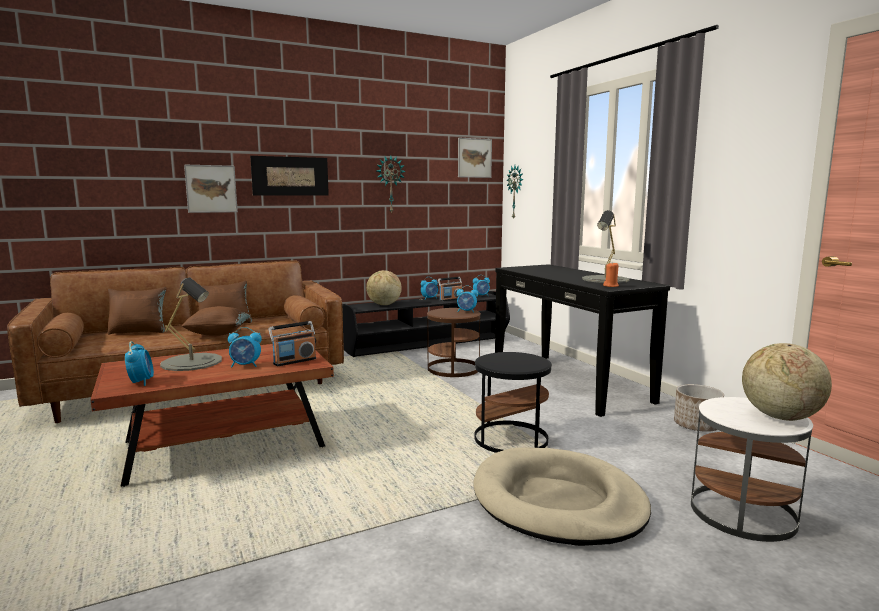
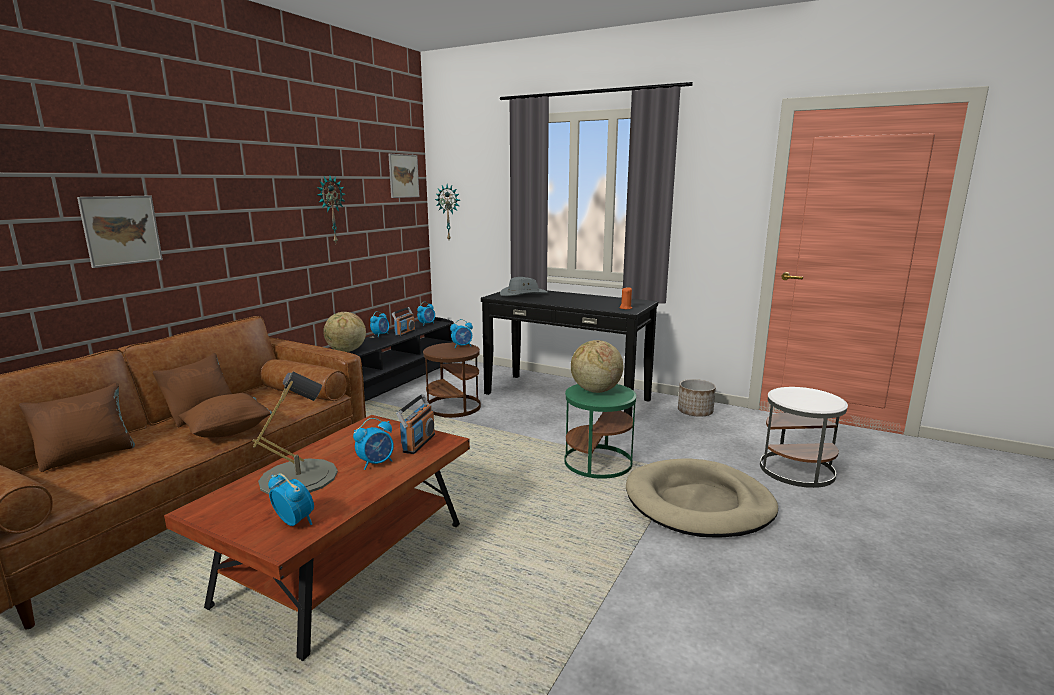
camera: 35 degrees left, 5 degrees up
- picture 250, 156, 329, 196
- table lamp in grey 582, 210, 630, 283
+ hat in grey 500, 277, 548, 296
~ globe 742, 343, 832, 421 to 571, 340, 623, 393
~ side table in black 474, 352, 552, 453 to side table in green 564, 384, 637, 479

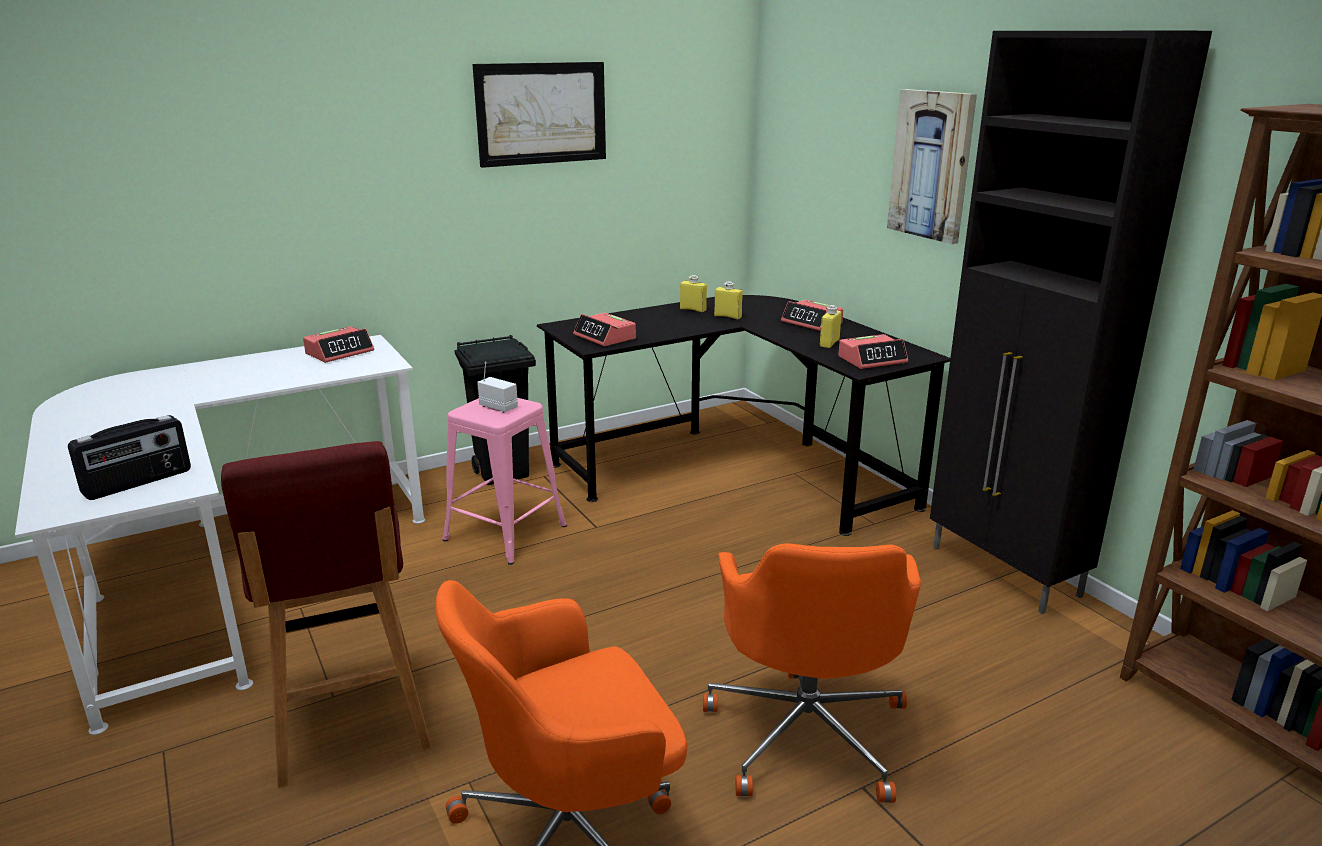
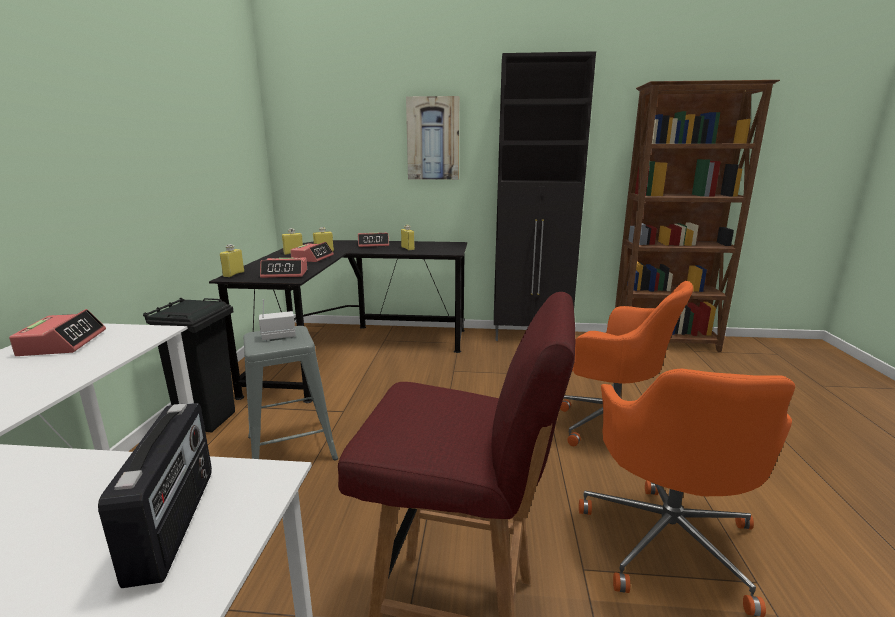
camera: 55 degrees left, 5 degrees down
- picture 472, 62, 606, 168
+ bottle in yellow 220, 244, 244, 277
~ alarm clock 838, 334, 908, 369 to 290, 242, 334, 262
~ stool in pink 442, 398, 567, 565 to stool in grey 243, 326, 338, 460

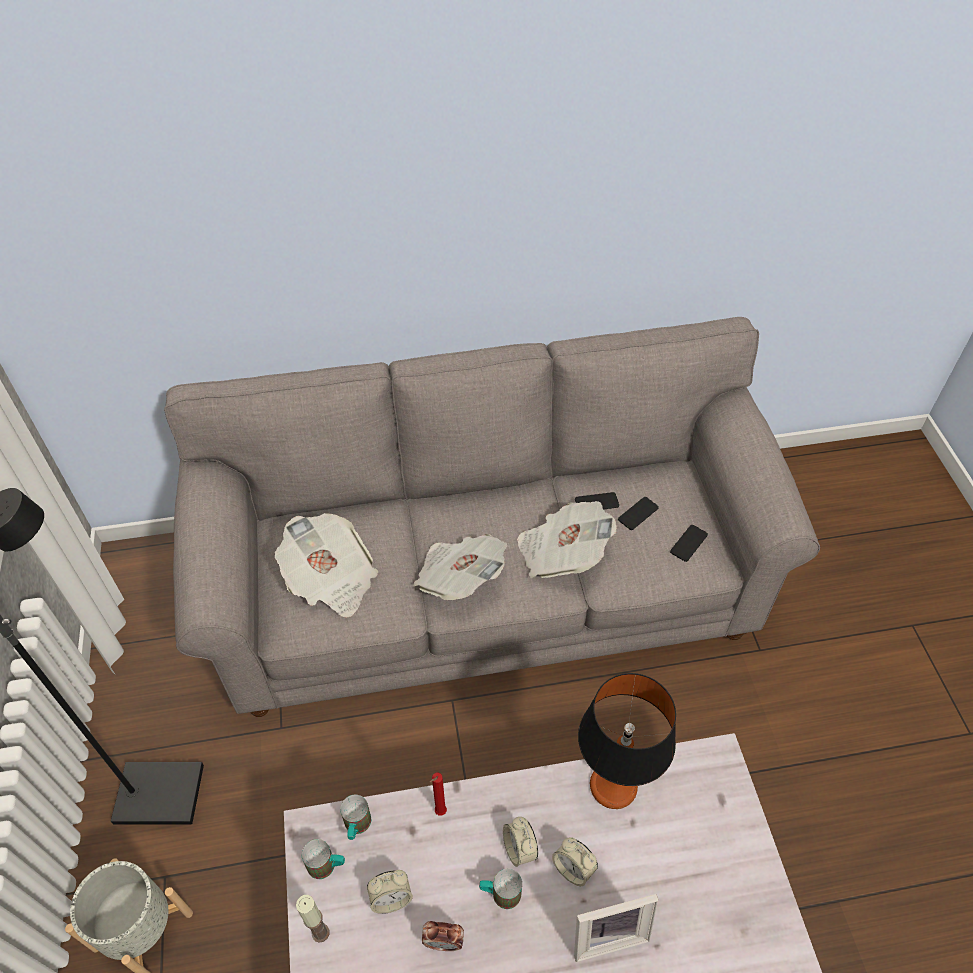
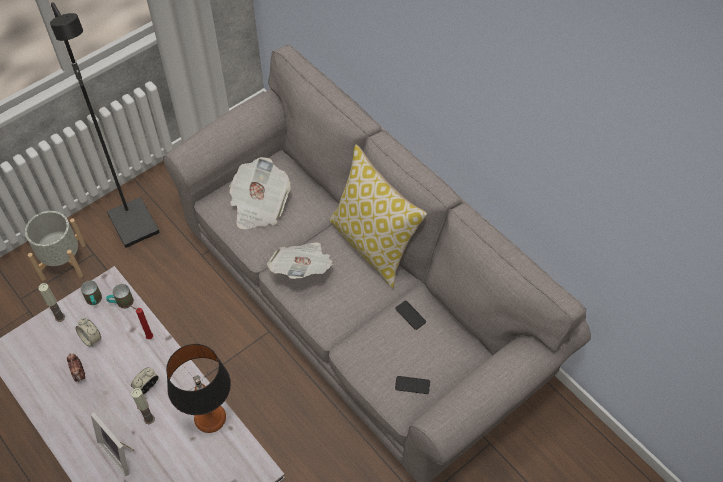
camera: 60 degrees right, 5 degrees up
- mug 479, 869, 522, 909
- newspaper 517, 501, 617, 578
- phone 618, 497, 659, 530
+ pillow 329, 144, 427, 289
~ alarm clock 552, 837, 598, 886 to candle 131, 388, 155, 424

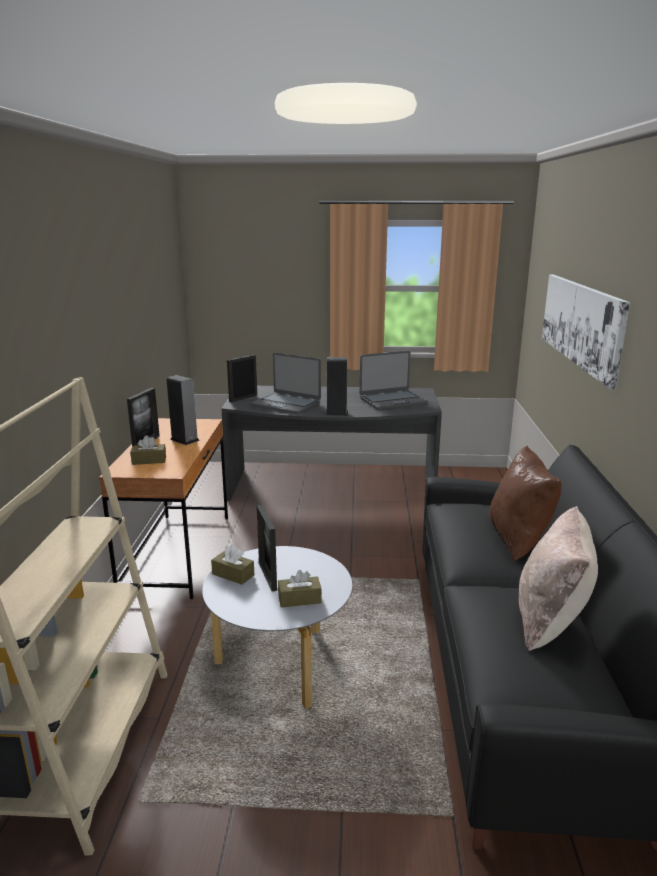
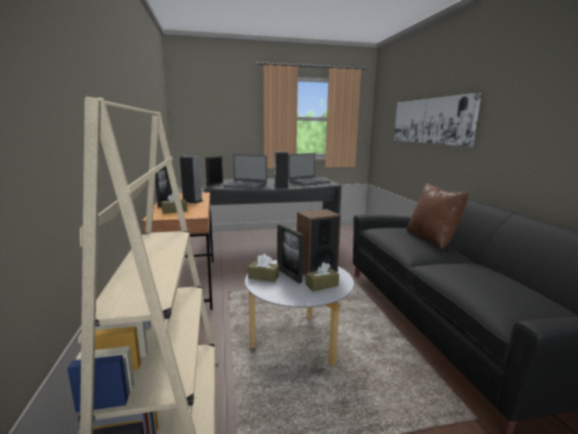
camera: 15 degrees left, 5 degrees down
- pillow in beige 519, 506, 598, 651
+ speaker 297, 209, 341, 276

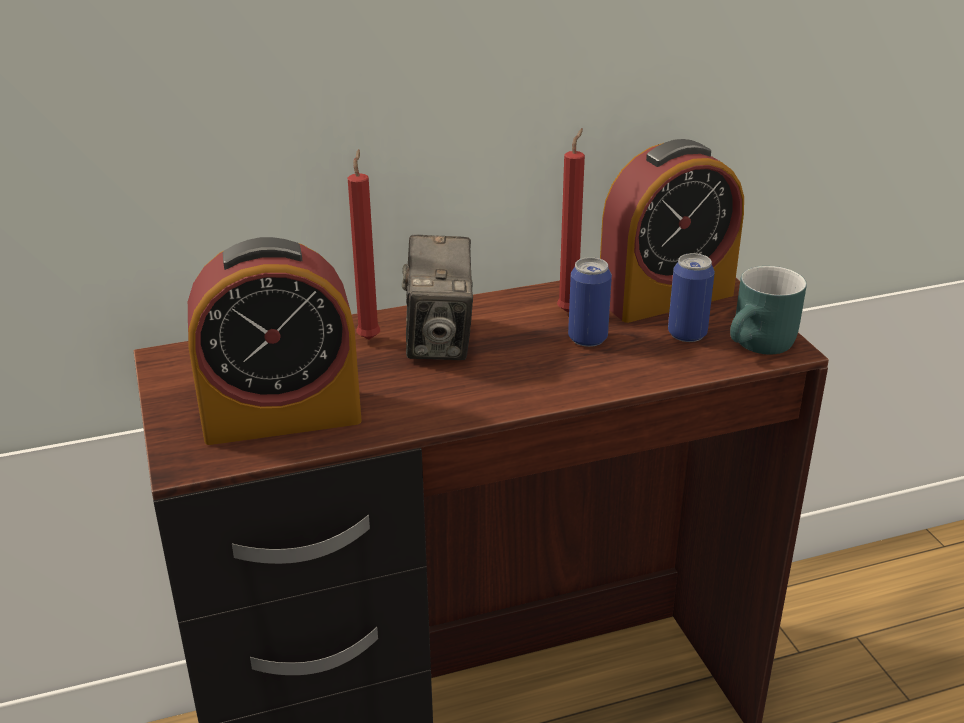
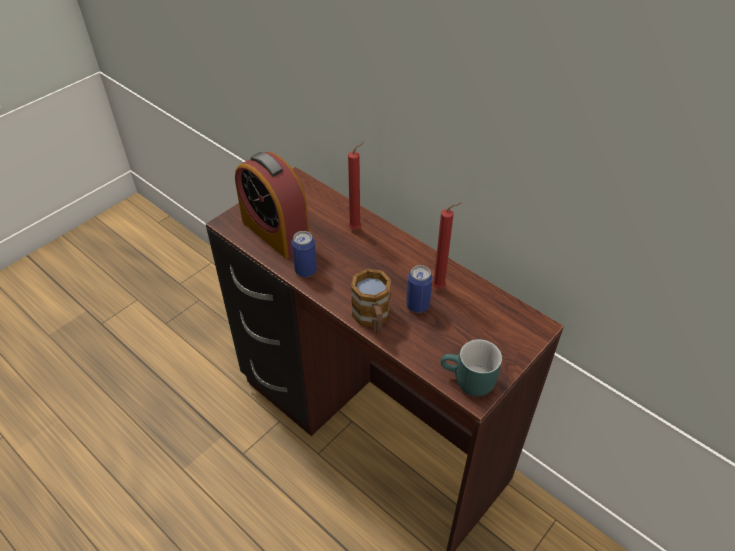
camera: 60 degrees right, 15 degrees up
- photo camera 402, 234, 473, 360
- alarm clock 600, 139, 744, 323
+ mug 351, 269, 391, 333
~ can 668, 253, 715, 342 to 291, 231, 317, 277

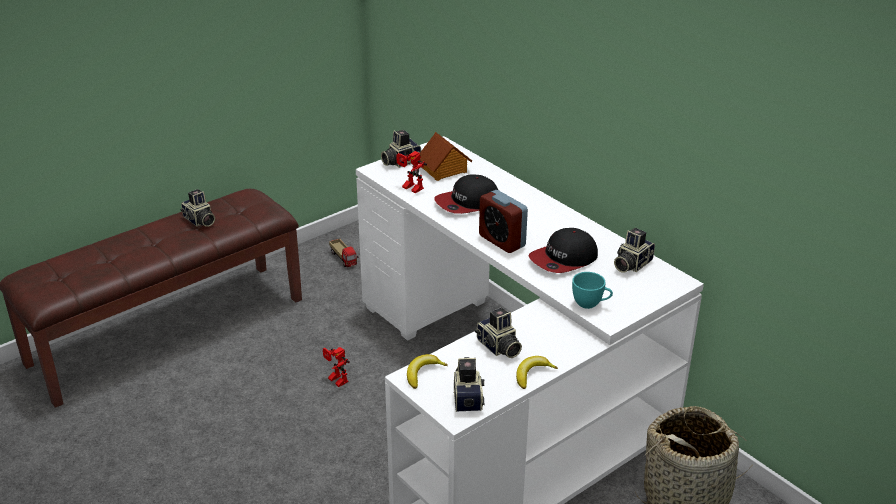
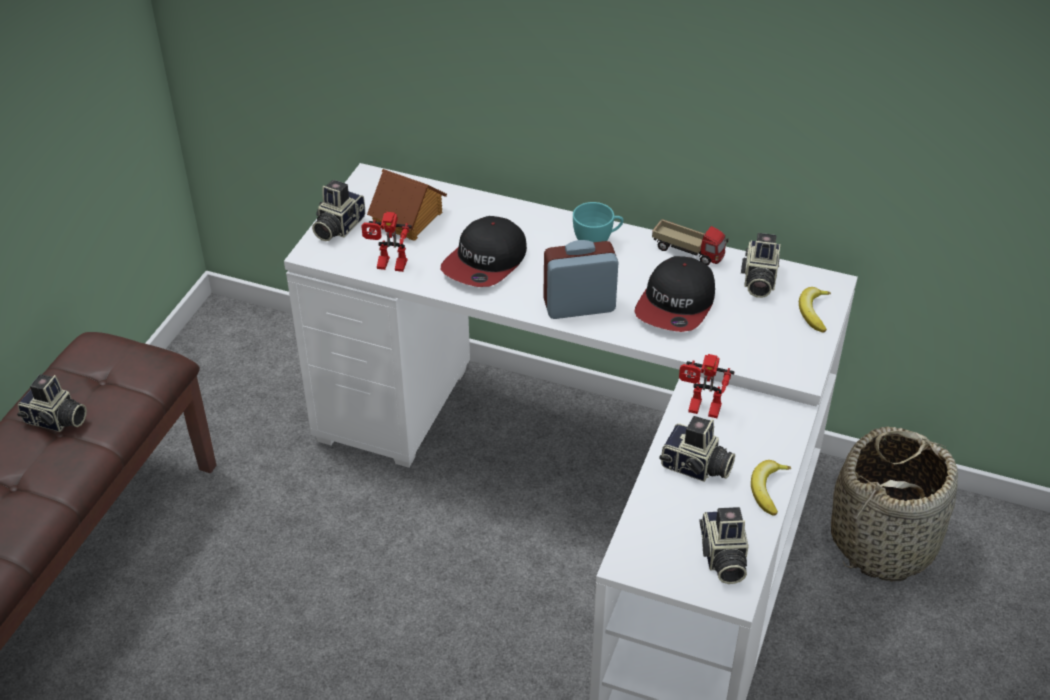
camera: 30 degrees left, 10 degrees up
~ toy robot 323, 347, 350, 387 to 679, 354, 735, 418
~ toy truck 329, 238, 359, 267 to 652, 219, 728, 265
~ banana 407, 354, 448, 389 to 799, 287, 831, 333
~ cup in turquoise 572, 272, 613, 309 to 573, 202, 623, 242
~ photo camera 453, 357, 485, 412 = 699, 507, 748, 584 150 degrees counterclockwise
~ alarm clock 479, 190, 528, 253 = 543, 240, 619, 319 150 degrees clockwise

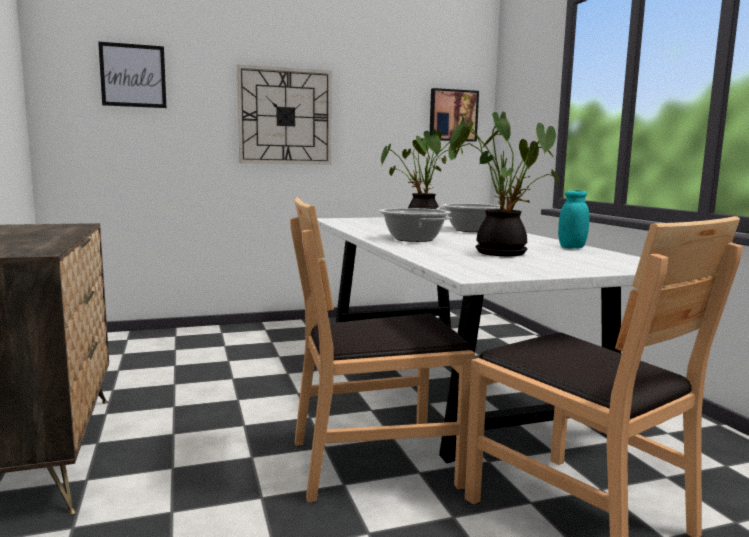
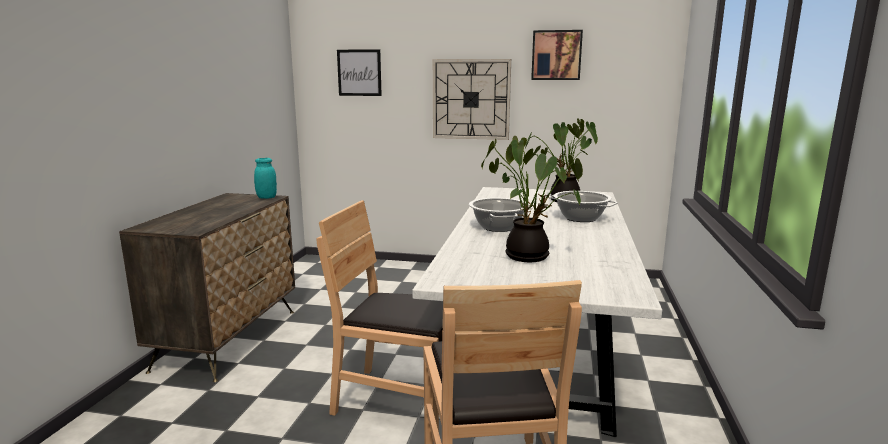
camera: 30 degrees right, 5 degrees up
~ picture 430, 88, 479, 142 to 531, 30, 583, 80
~ jar in turquoise 558, 190, 589, 249 to 254, 158, 277, 199

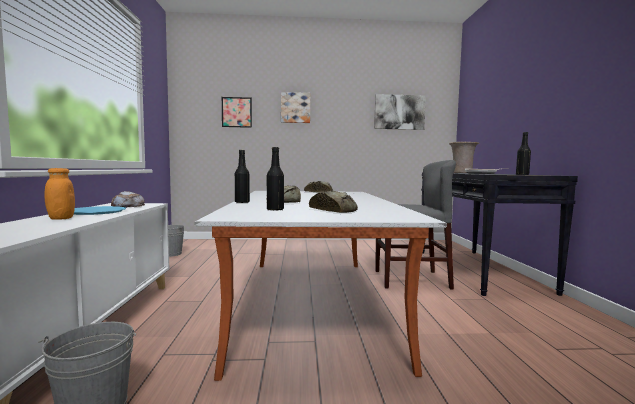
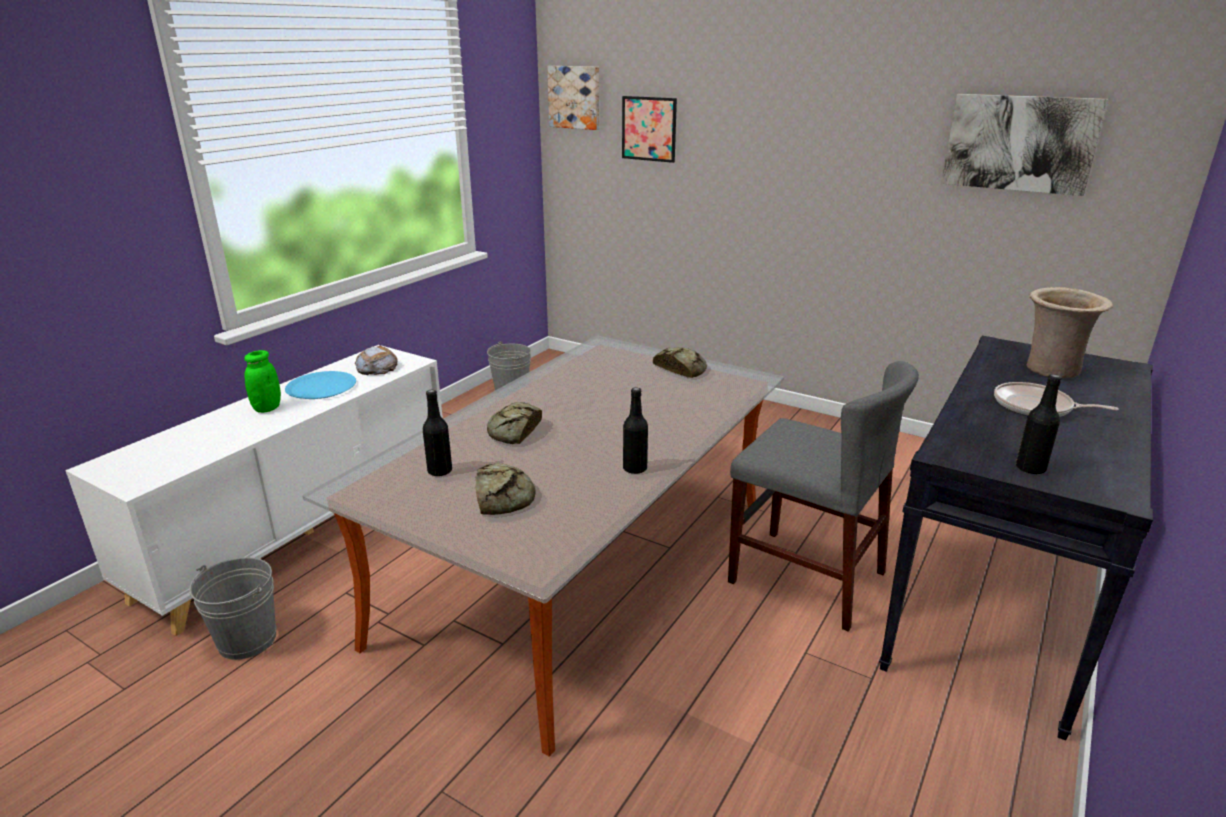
camera: 35 degrees right, 20 degrees up
~ bottle in black 235, 150, 250, 203 to 623, 387, 648, 474
~ picture 281, 92, 310, 123 to 547, 66, 599, 130
~ jar in orange 45, 168, 75, 220 to jar in green 244, 350, 281, 413

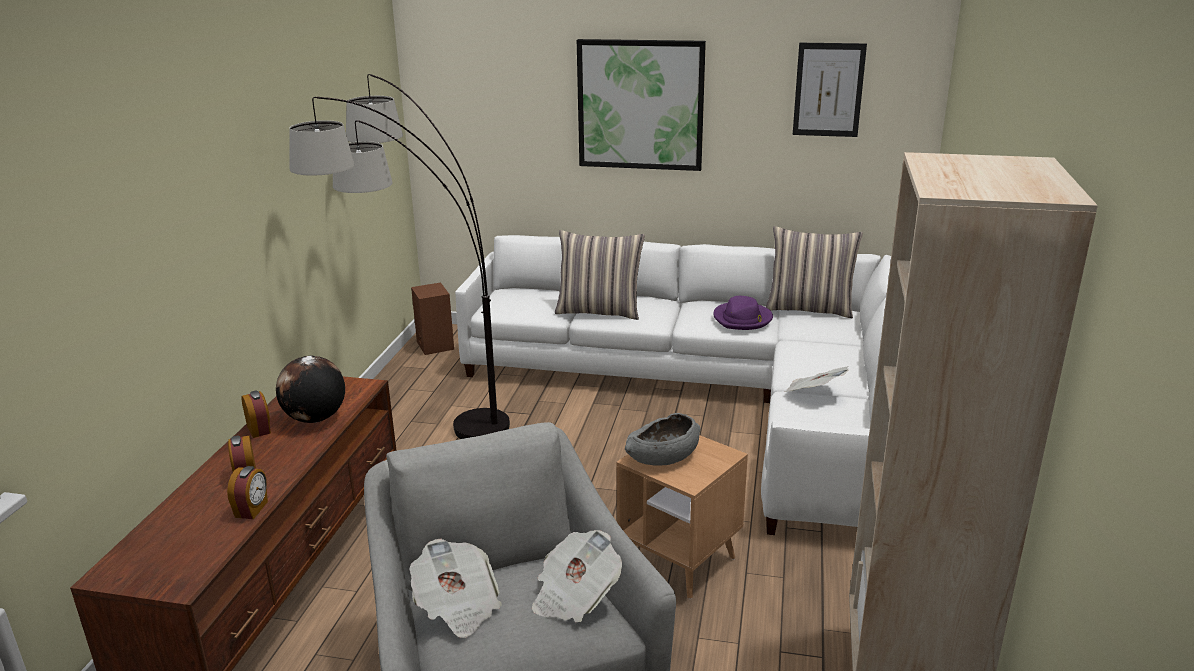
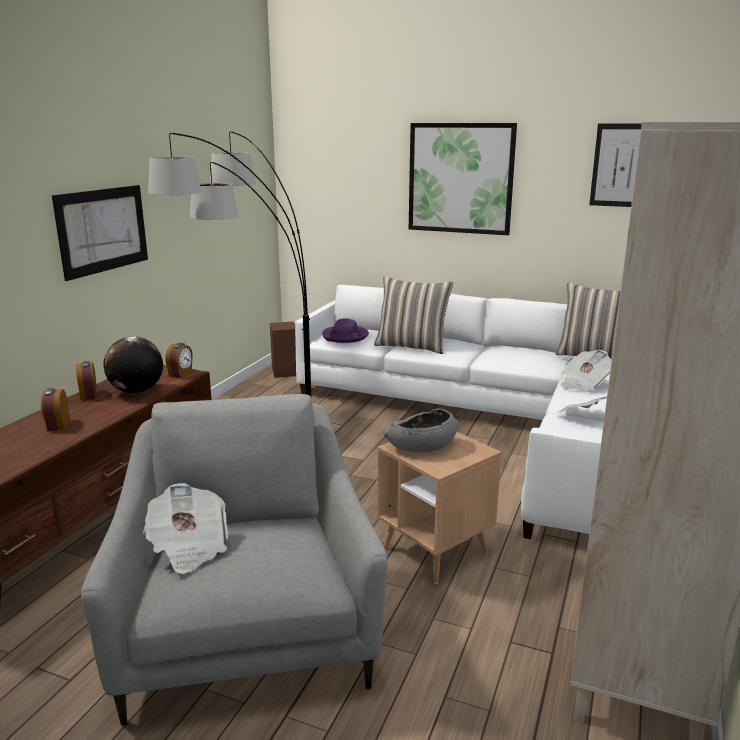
camera: 10 degrees right, 5 degrees down
+ picture 52, 185, 148, 281
~ alarm clock 227, 466, 268, 519 to 165, 343, 193, 378
~ newspaper 532, 530, 622, 622 to 561, 350, 612, 391
~ hat in purple 713, 296, 773, 330 to 322, 318, 369, 343

